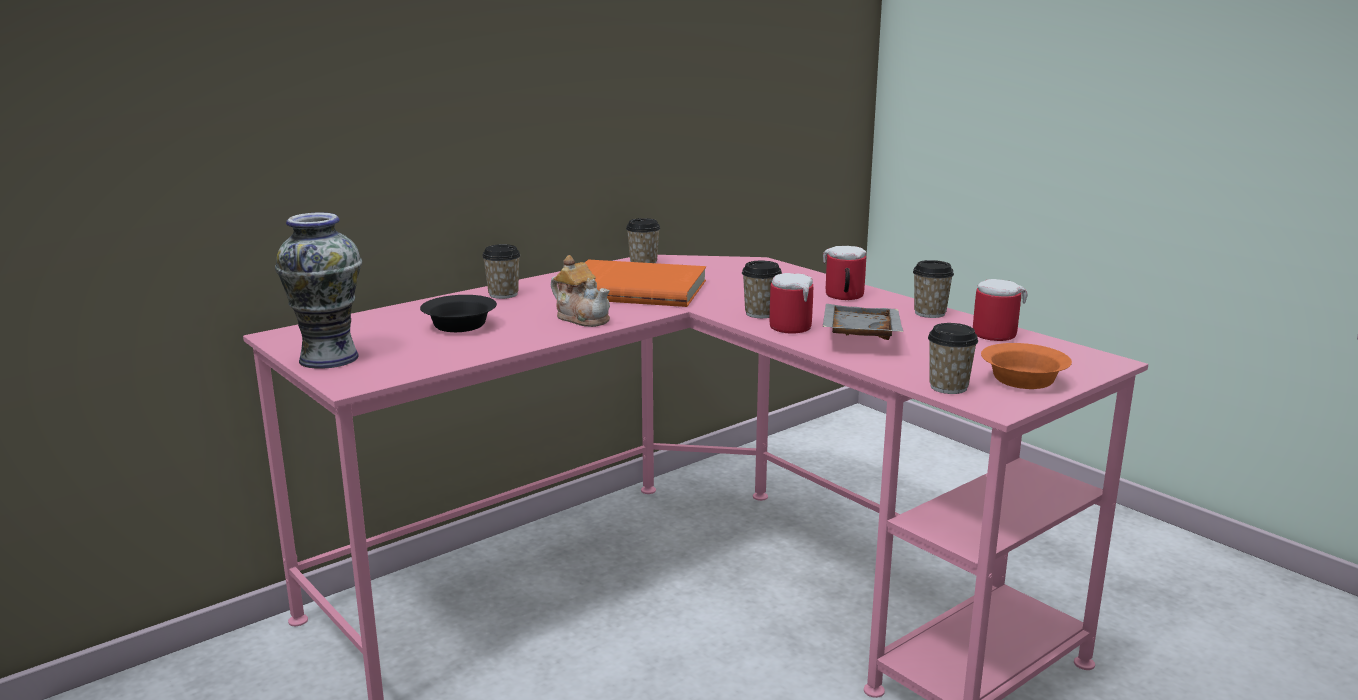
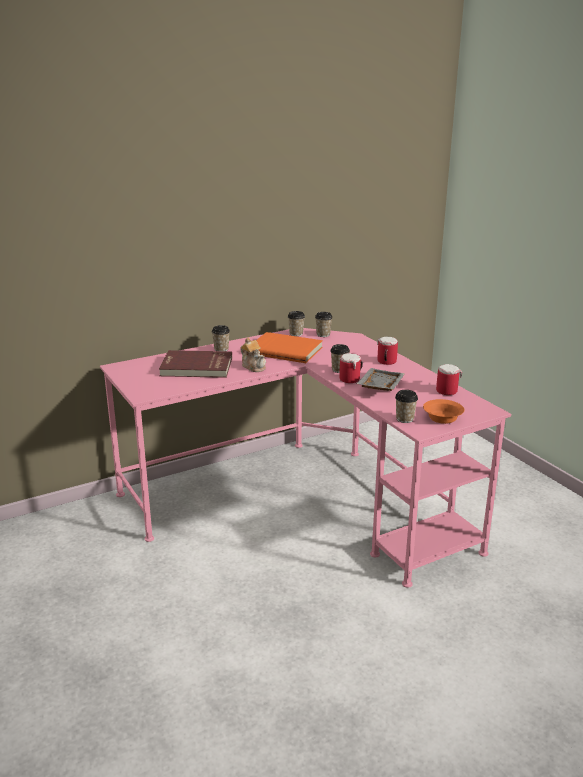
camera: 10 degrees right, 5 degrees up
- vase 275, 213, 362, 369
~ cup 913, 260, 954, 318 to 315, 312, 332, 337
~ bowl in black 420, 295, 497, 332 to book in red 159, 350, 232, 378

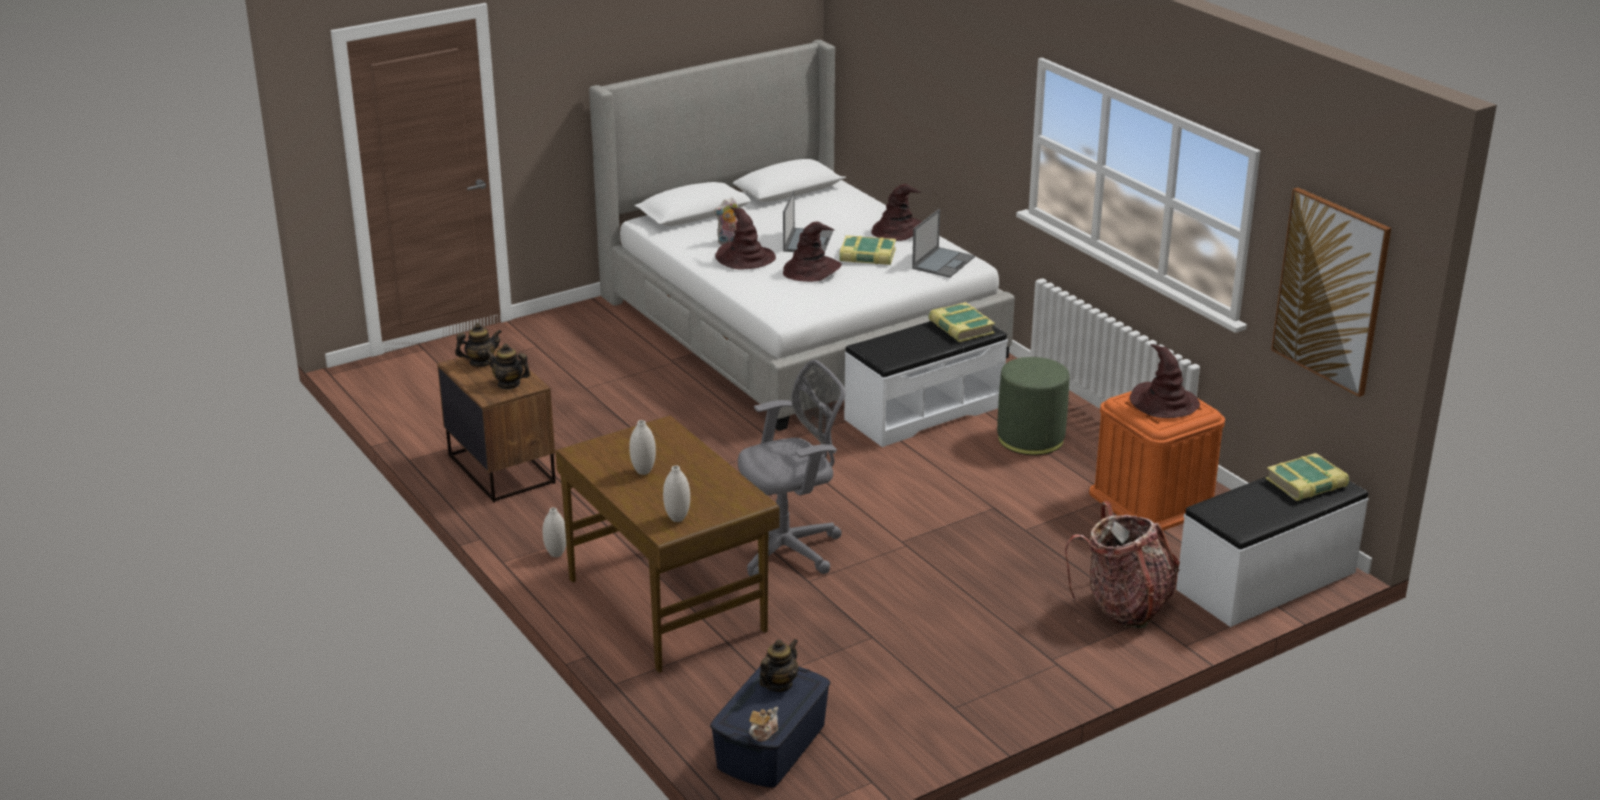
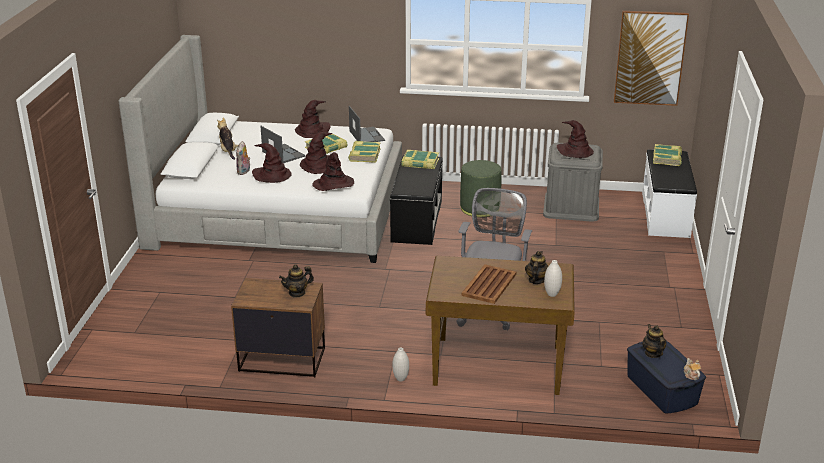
camera: 50 degrees left, 0 degrees up
- backpack 1065, 501, 1180, 628
+ plush toy 217, 118, 238, 160
+ hat in brown 312, 152, 354, 191
+ book 348, 141, 381, 163
~ teapot 455, 323, 502, 367 to 525, 251, 548, 284
~ vase in white 629, 420, 656, 475 to tray in brown 462, 264, 516, 304
~ bench in white 844, 321, 1008, 447 to bench in black 390, 155, 443, 245
~ storage box in orange 1089, 391, 1225, 531 to storage box in grey 543, 143, 603, 222

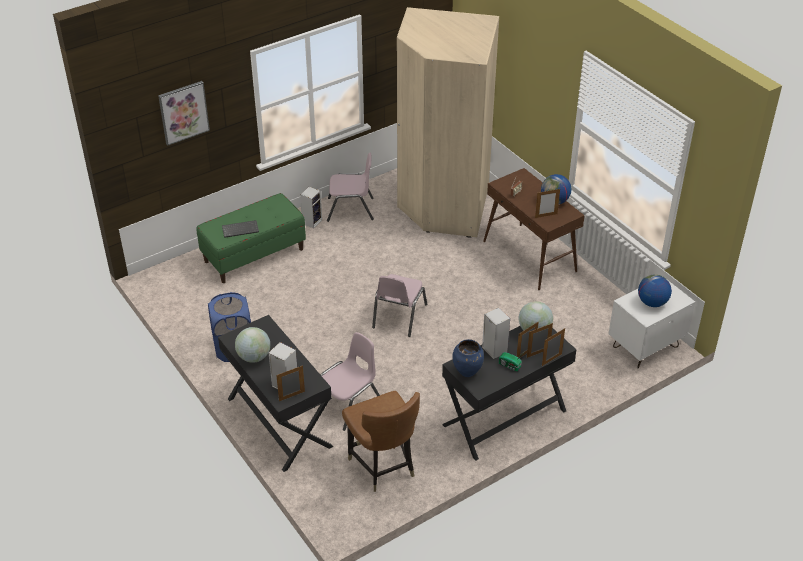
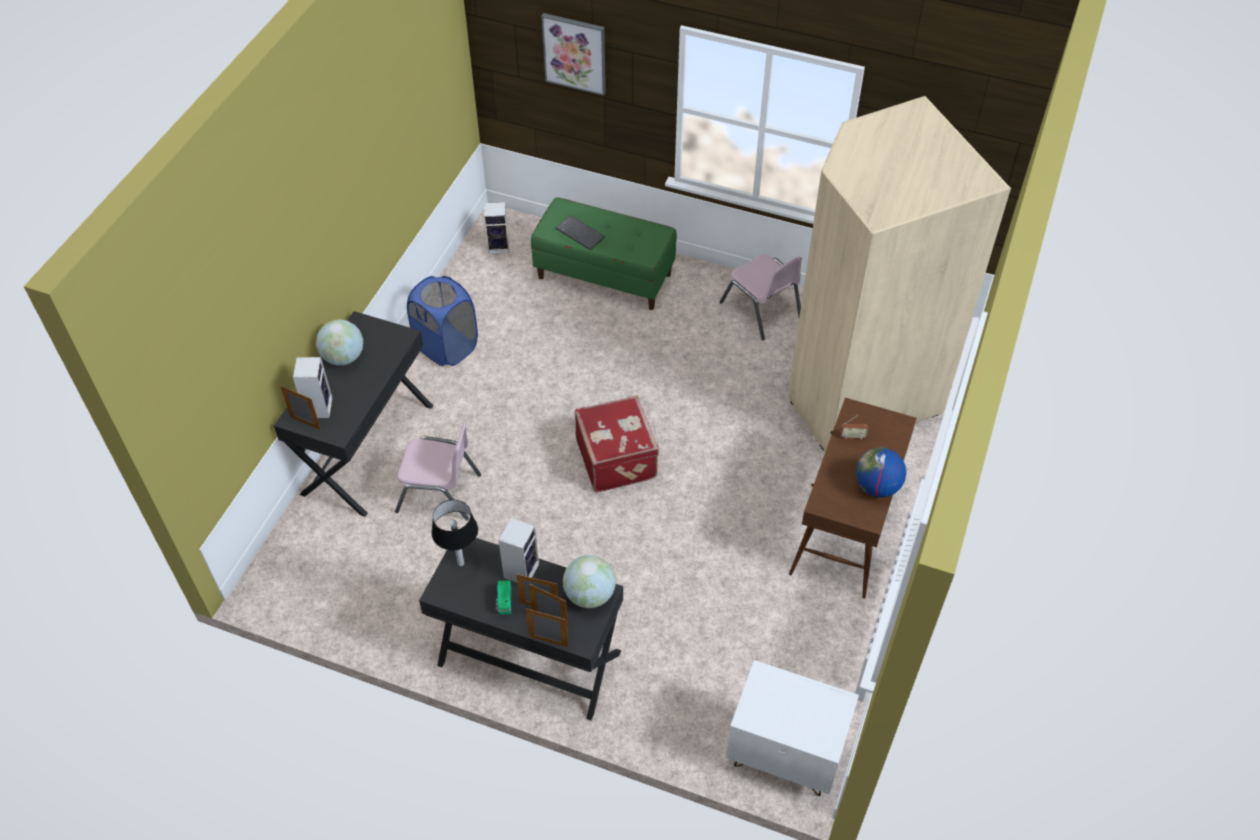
camera: 55 degrees right, 10 degrees up
- chair in brown 342, 391, 420, 492
- picture frame 535, 189, 560, 218
- globe 638, 274, 672, 307
~ speaker 300, 187, 322, 229 to 484, 202, 509, 254
~ chair in pink 372, 274, 427, 337 to suitcase in red 575, 395, 659, 492
~ vase in blue 452, 339, 484, 377 to table lamp 431, 500, 478, 566

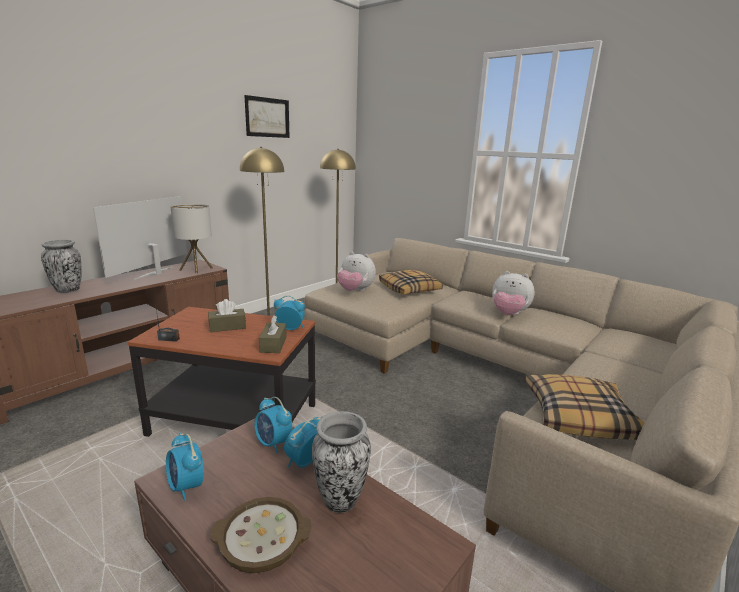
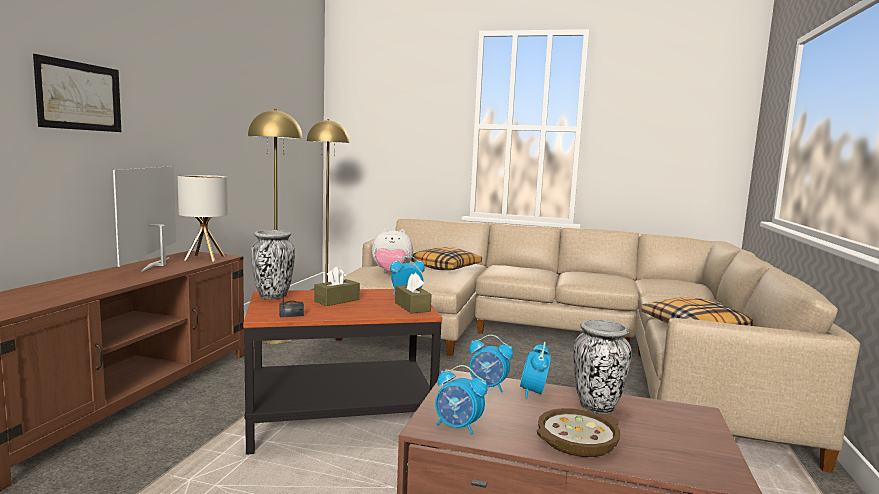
camera: 25 degrees left, 10 degrees down
- plush toy 492, 271, 535, 315
~ vase 41, 240, 81, 293 to 251, 230, 295, 299
~ picture 244, 95, 290, 138 to 33, 54, 121, 132

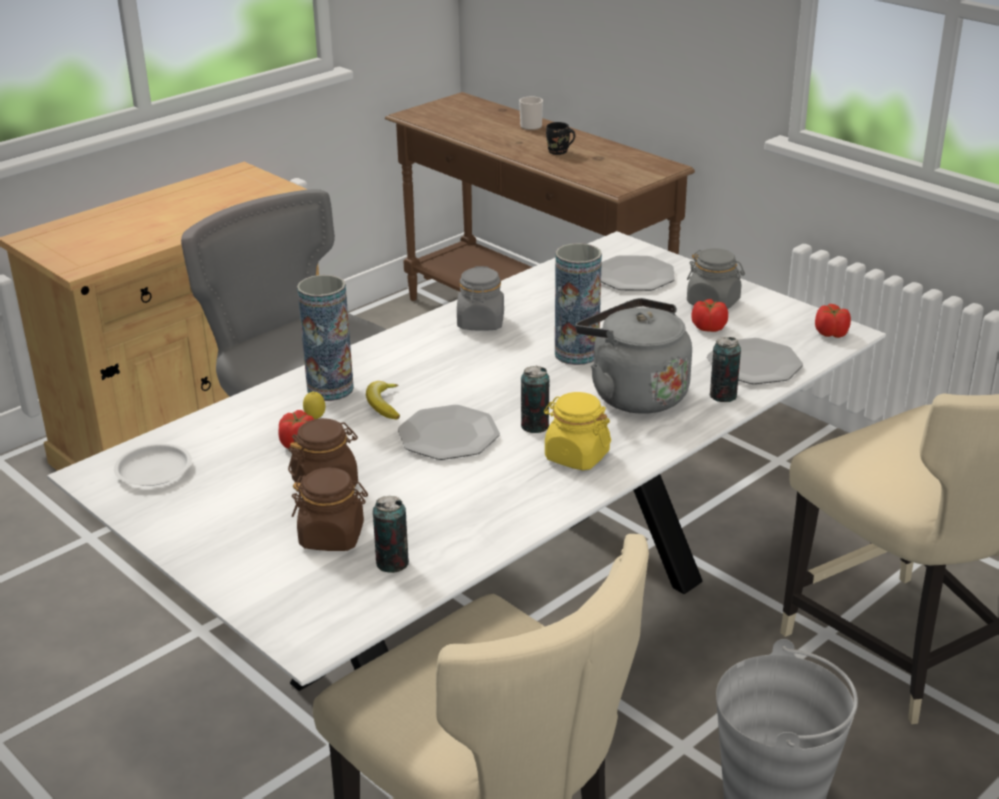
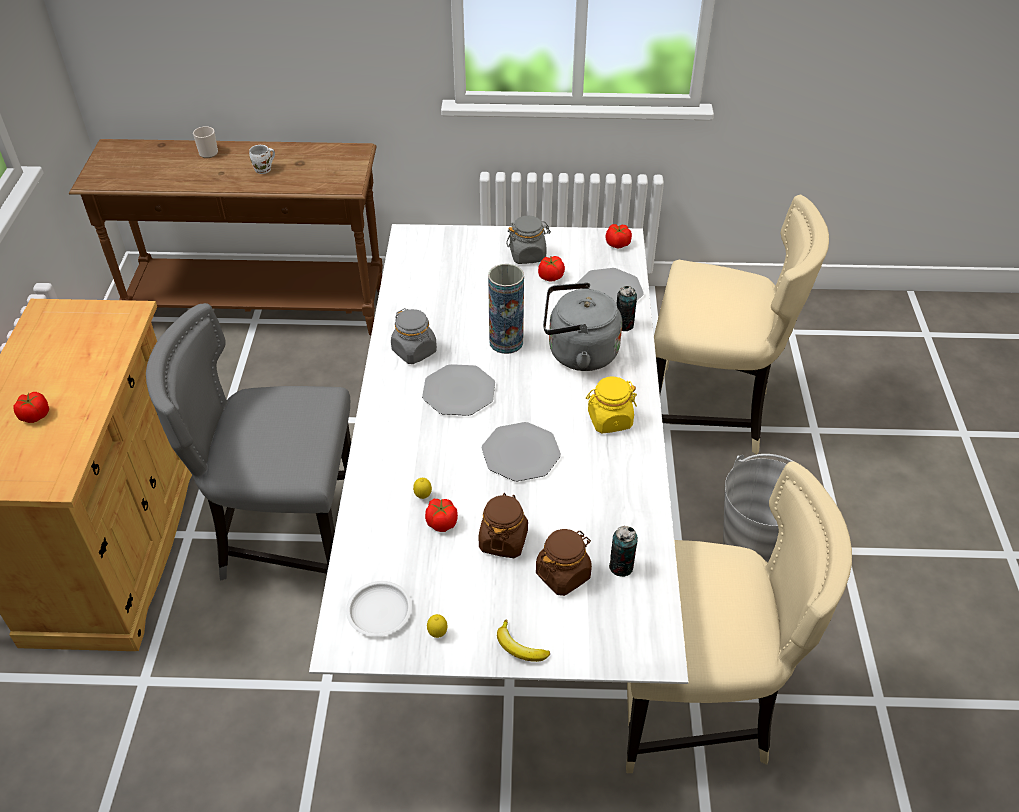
camera: 45 degrees left, 15 degrees up
- vase 297, 275, 354, 401
- can 521, 366, 549, 433
+ tomato 13, 392, 49, 423
+ lemon 427, 614, 447, 638
~ banana 366, 381, 400, 419 to 497, 620, 550, 662
~ plate 601, 255, 675, 291 to 422, 364, 495, 416
~ mug in black 546, 122, 576, 155 to mug in white 249, 145, 275, 174

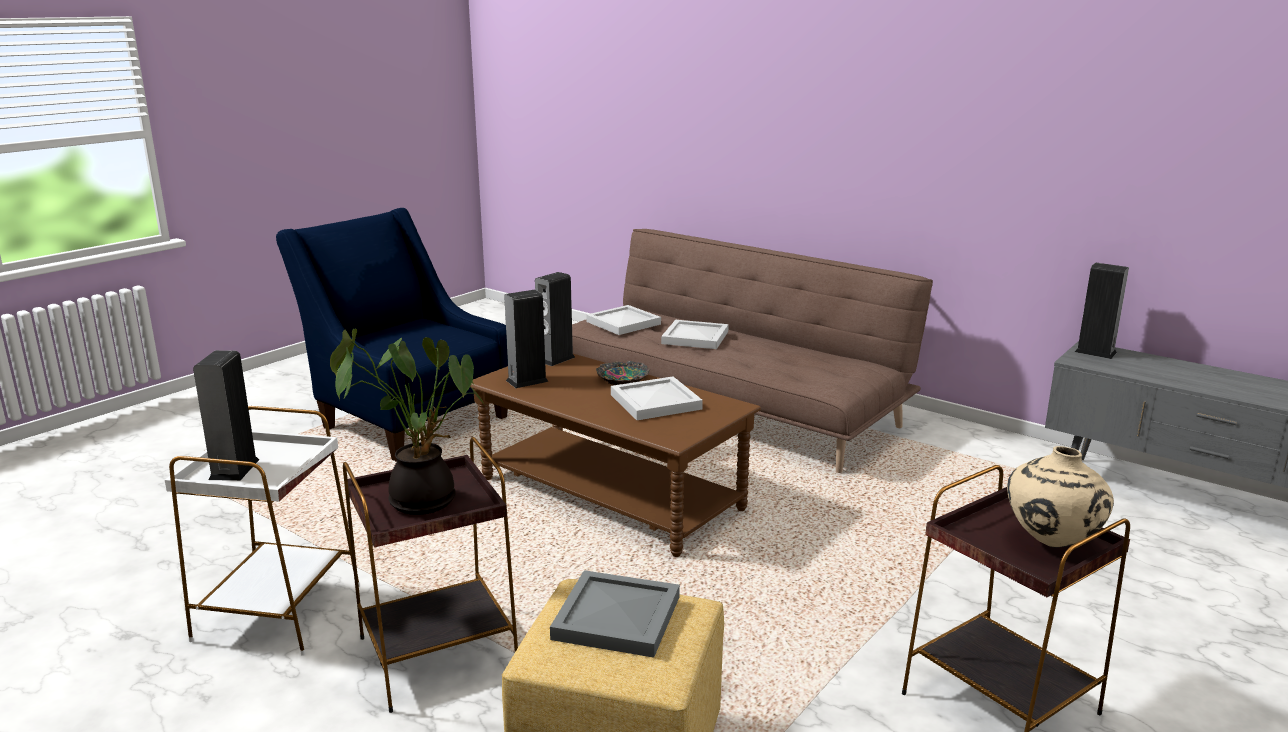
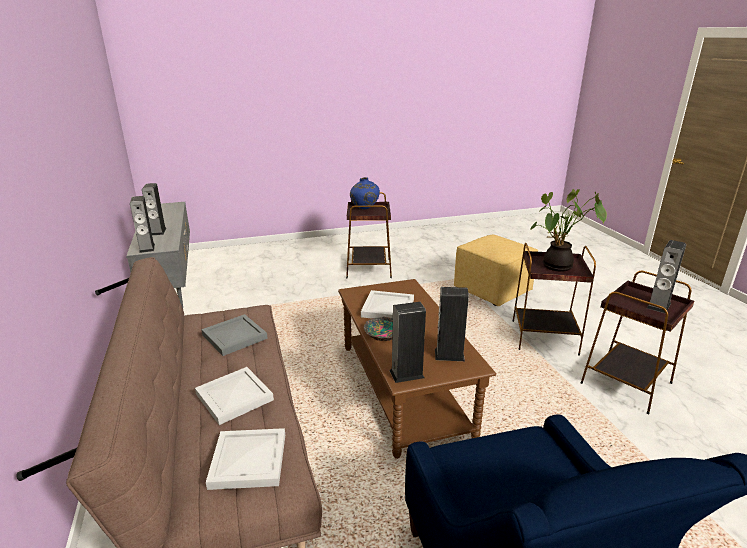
camera: 145 degrees left, 5 degrees up
+ speaker 142, 183, 166, 235
~ tray in grey 550, 570, 680, 658 to 201, 314, 268, 356
~ side table in white 165, 406, 360, 656 to side table in brown 581, 271, 694, 414
~ vase in beige 1007, 446, 1114, 548 to vase in blue 350, 177, 380, 210

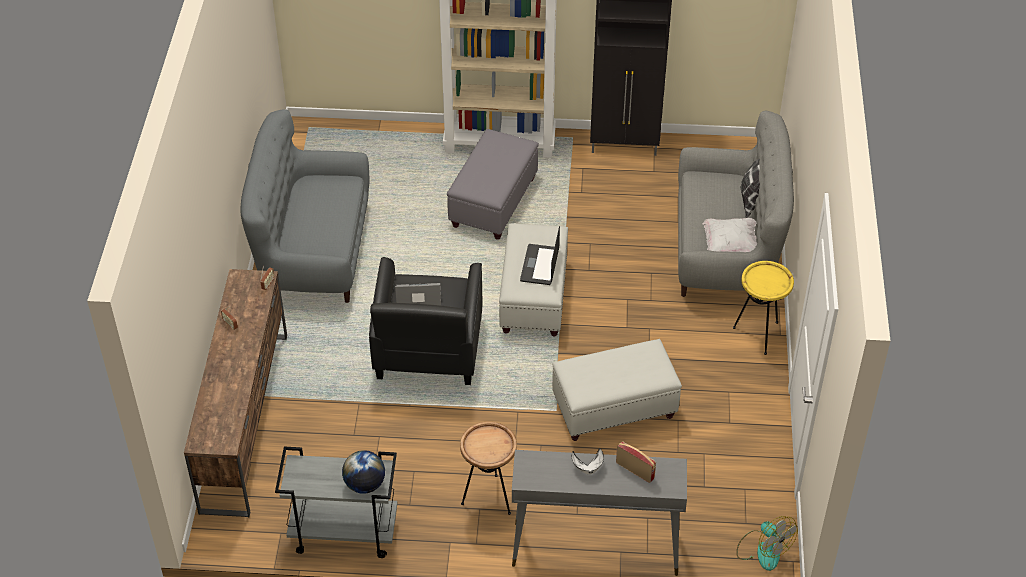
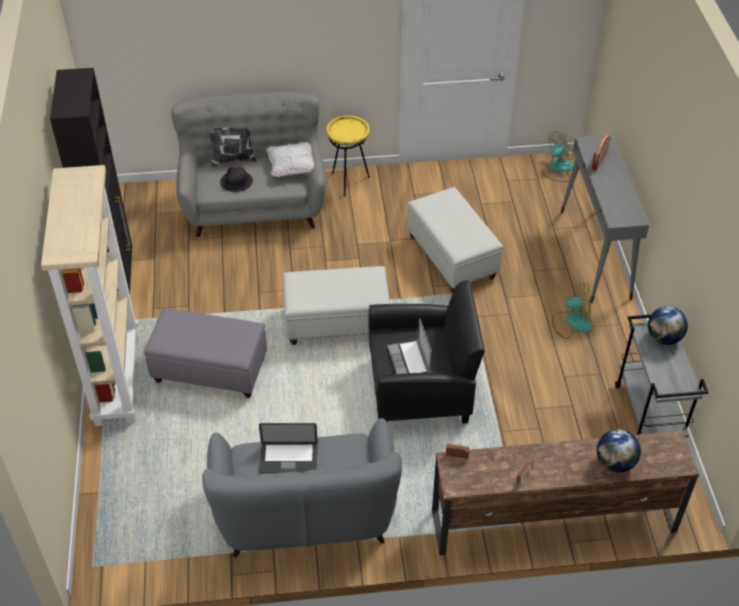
camera: 100 degrees left, 0 degrees up
- bowl in white 572, 448, 604, 474
+ hat in black 220, 167, 253, 192
+ globe 597, 429, 641, 473
~ laptop 520, 226, 560, 285 to 259, 423, 318, 473
~ side table in brown 460, 422, 517, 515 to fan 552, 283, 592, 339

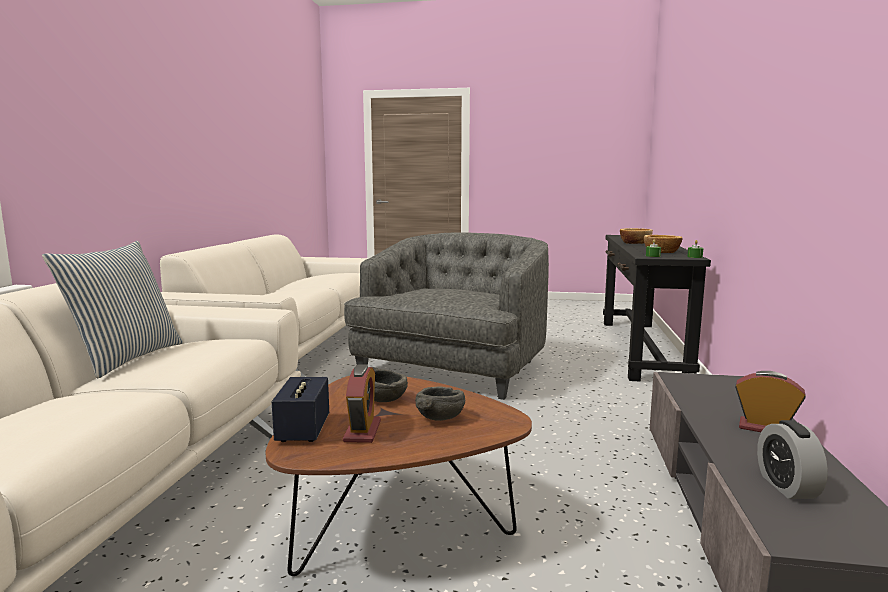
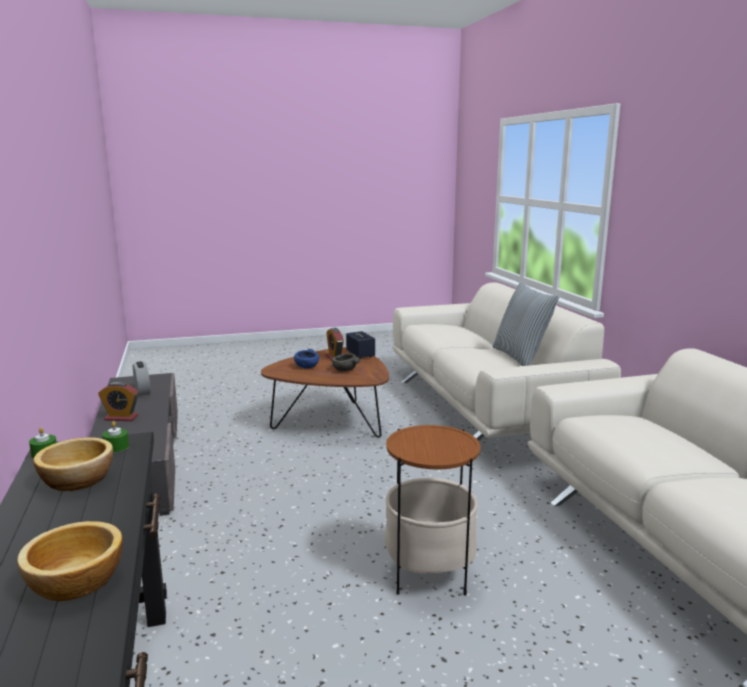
camera: 155 degrees right, 5 degrees up
~ armchair in grey 344, 232, 549, 400 to side table 385, 425, 481, 596
~ bowl in grey 415, 387, 465, 421 to bowl in blue 294, 349, 319, 368

